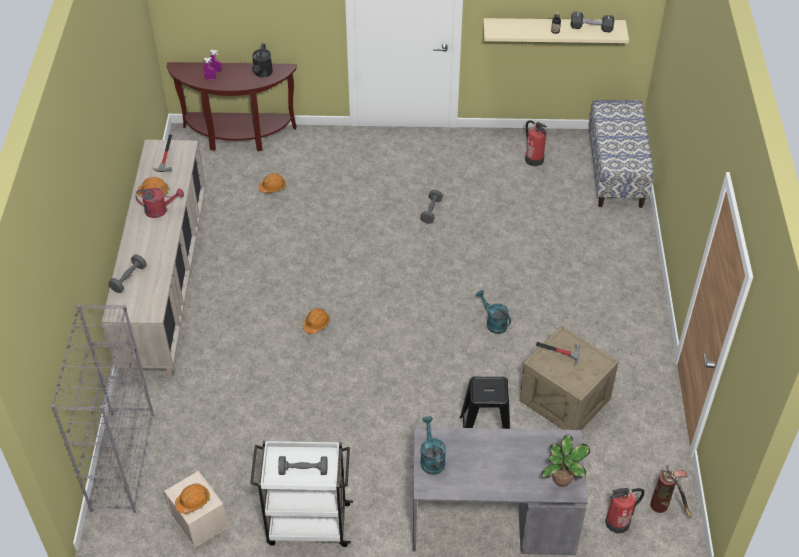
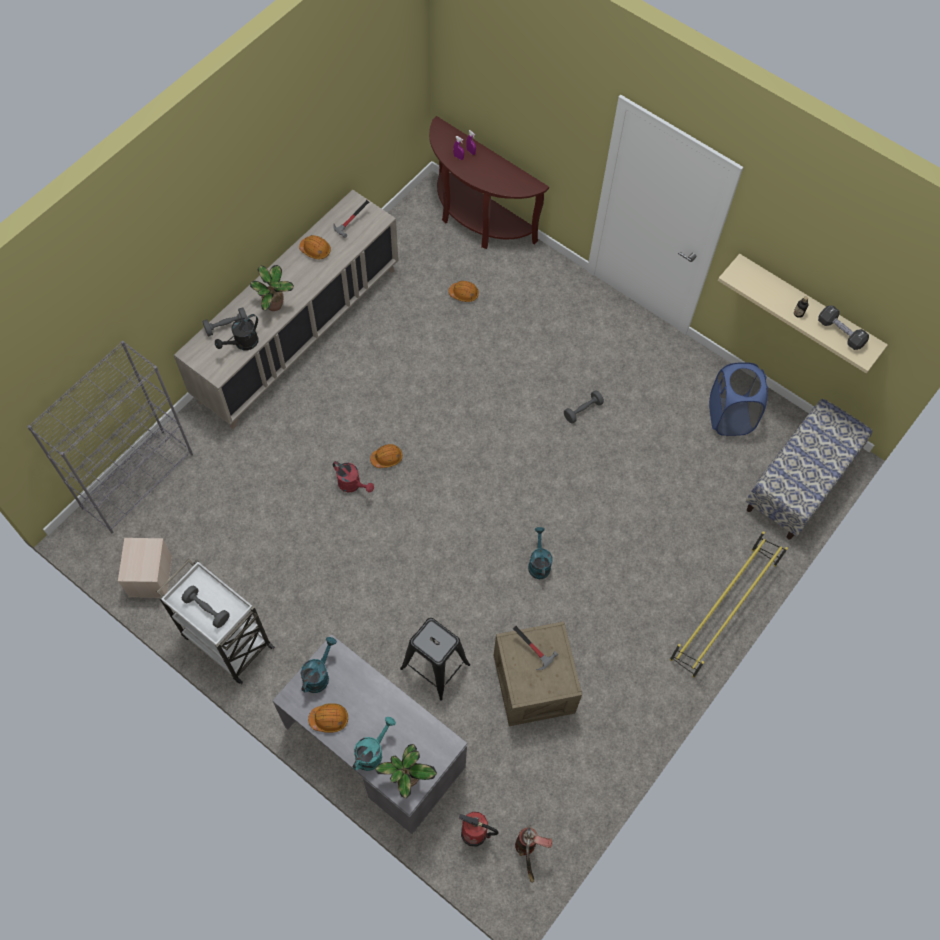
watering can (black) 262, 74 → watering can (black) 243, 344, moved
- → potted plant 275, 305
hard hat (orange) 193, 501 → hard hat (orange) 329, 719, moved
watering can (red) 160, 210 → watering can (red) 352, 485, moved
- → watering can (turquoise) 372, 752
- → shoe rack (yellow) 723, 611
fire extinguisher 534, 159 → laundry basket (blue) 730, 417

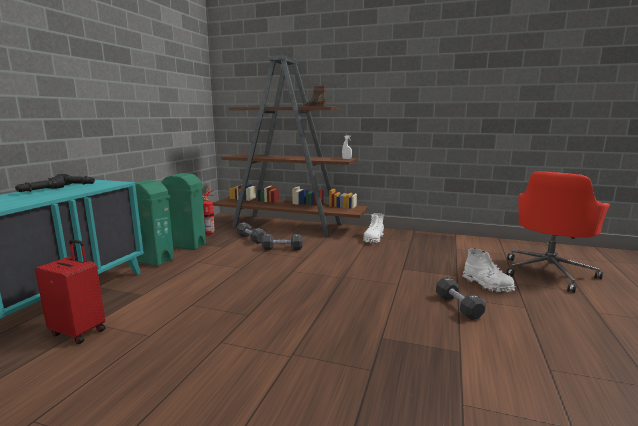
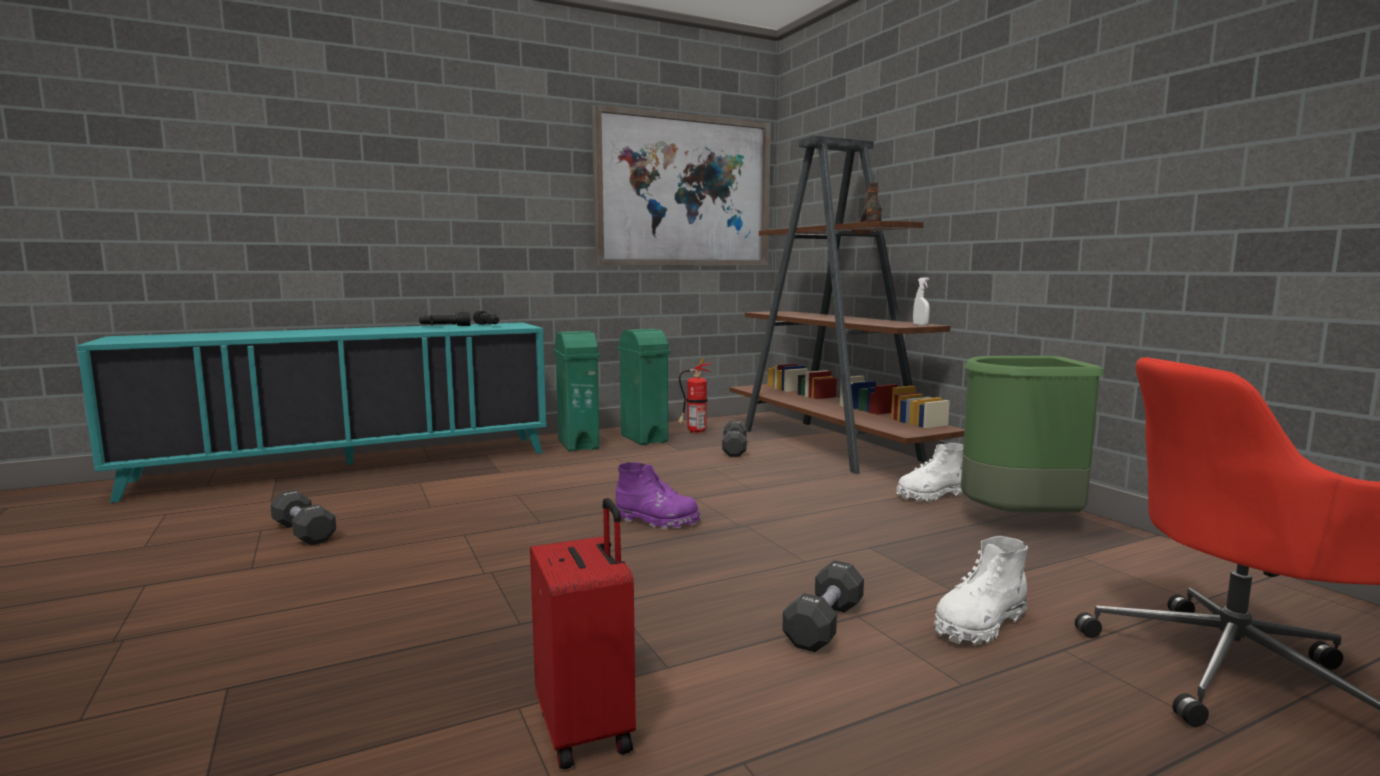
dumbbell (black) 282, 248 → dumbbell (black) 304, 532, moved
suitcase (red) 79, 332 → suitcase (red) 587, 729, moved
- → picture 683, 191
- → boot (purple) 656, 521
boot (white) 487, 285 → boot (white) 979, 624, 45 degrees clockwise
- → trash can (green) 1019, 522

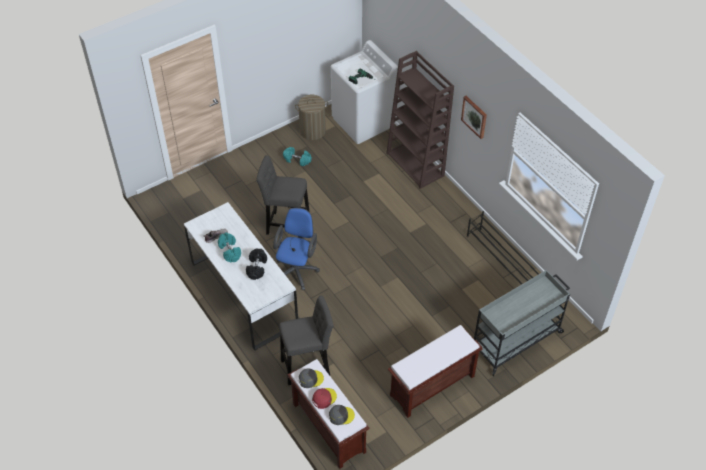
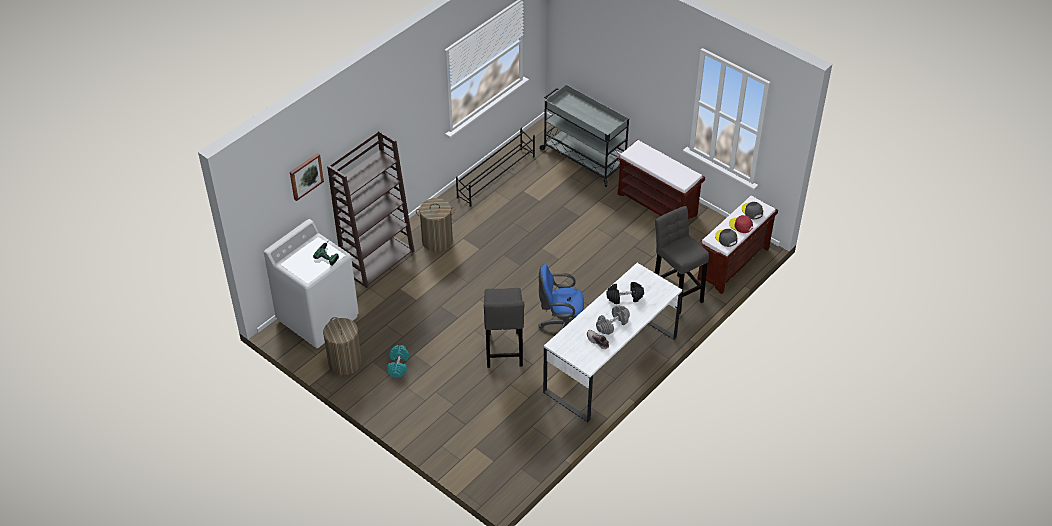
picture 474, 116 → picture 305, 176, moved
- → laundry basket 437, 241
dumbbell (turquoise) 230, 251 → dumbbell (grey) 612, 324

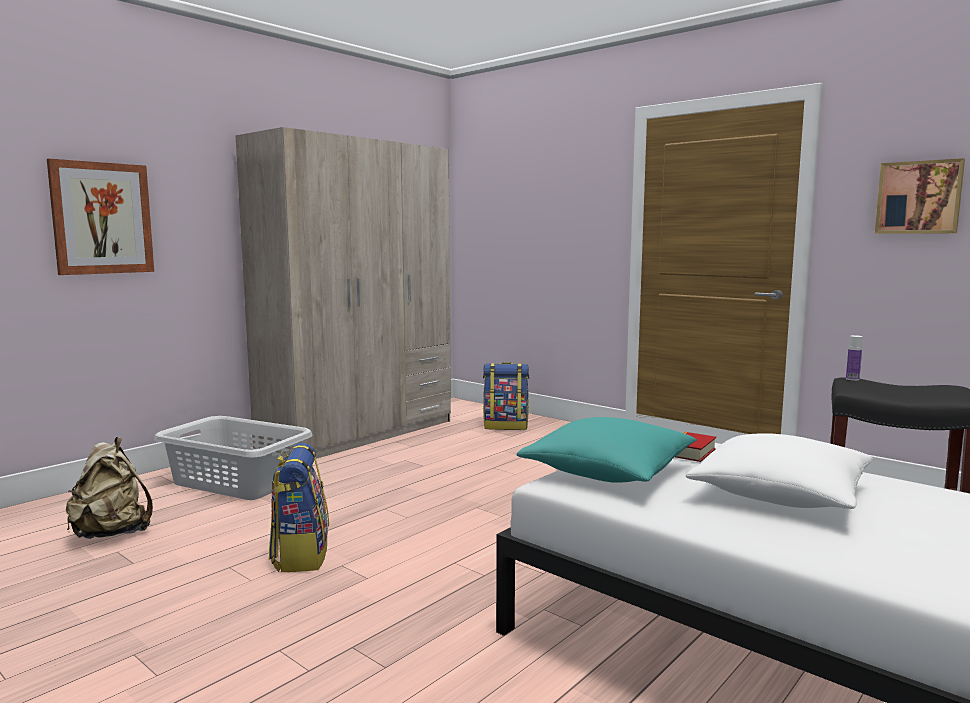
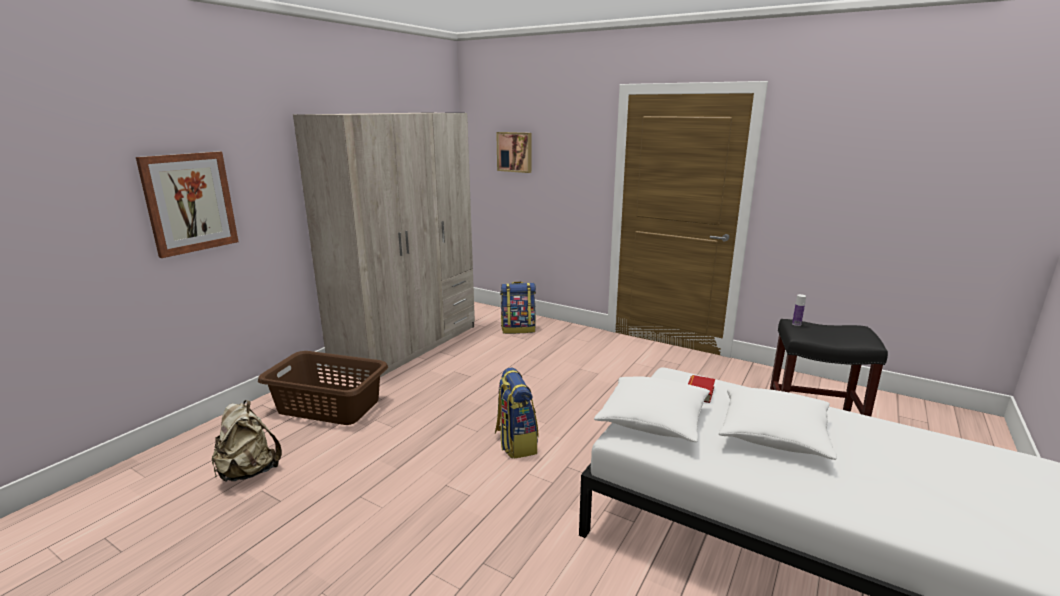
laundry basket (grey) 237, 481 → laundry basket (brown) 329, 406
backpack 300, 555 → backpack 515, 443, moved
picture 919, 197 → picture 515, 152, moved
pillow (turquoise) 608, 472 → pillow (white) 653, 421

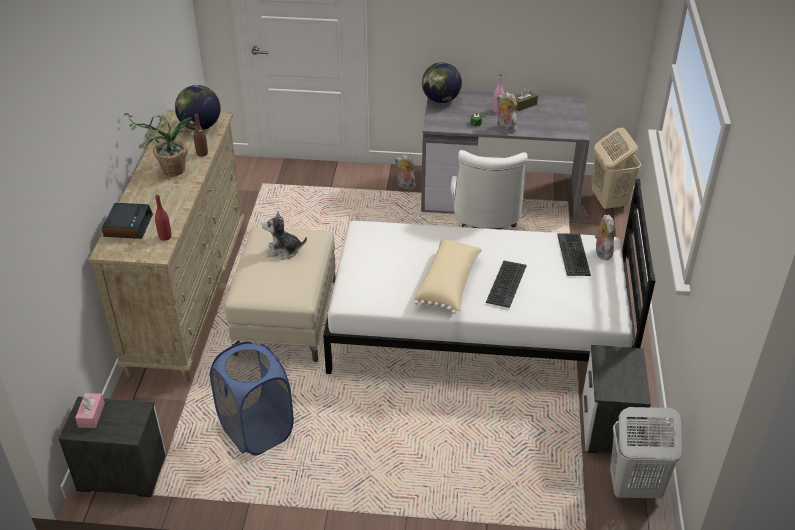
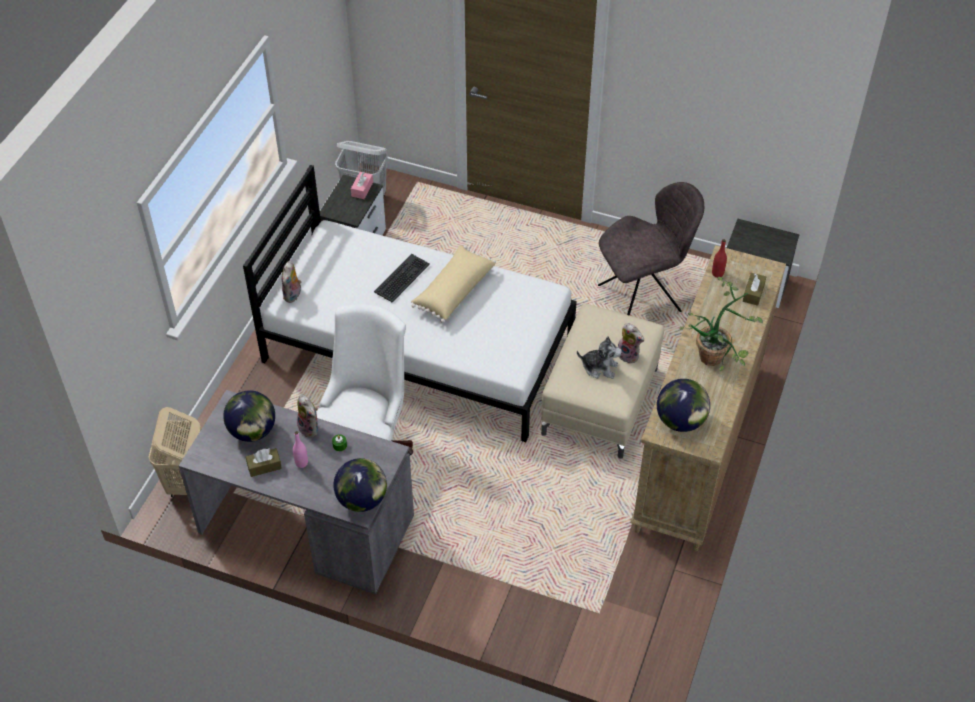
- → globe 252, 431
tissue box (pink) 91, 415 → tissue box (pink) 362, 189, moved
laundry basket (blue) 256, 430 → chair (grey) 642, 297
plush toy 405, 186 → plush toy 629, 355, moved
alarm clock 128, 225 → tissue box (brown) 753, 293
bottle (brown) 202, 153 → -
keyboard 574, 255 → -

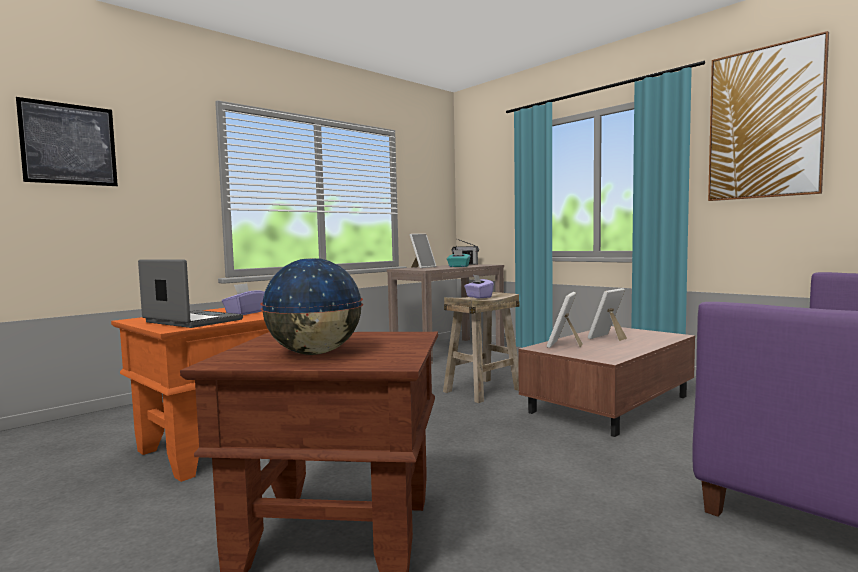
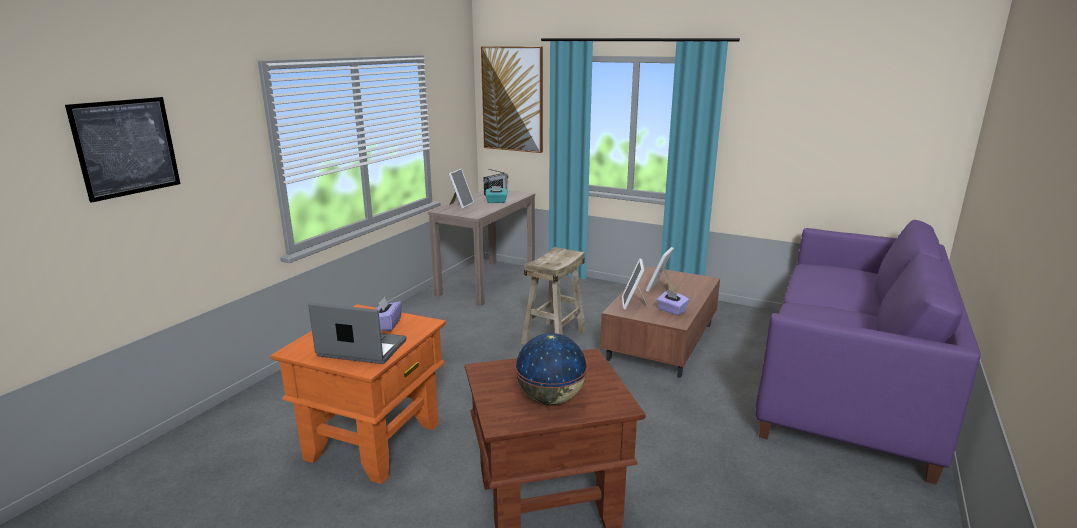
picture 764, 123 → picture 512, 99, moved
tissue box (purple) 478, 297 → tissue box (purple) 671, 311, moved

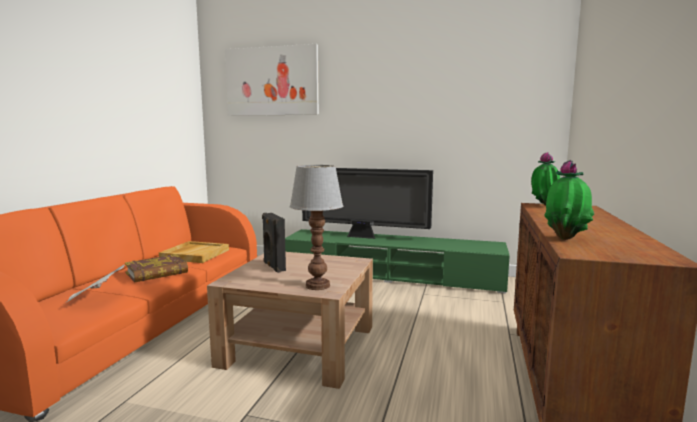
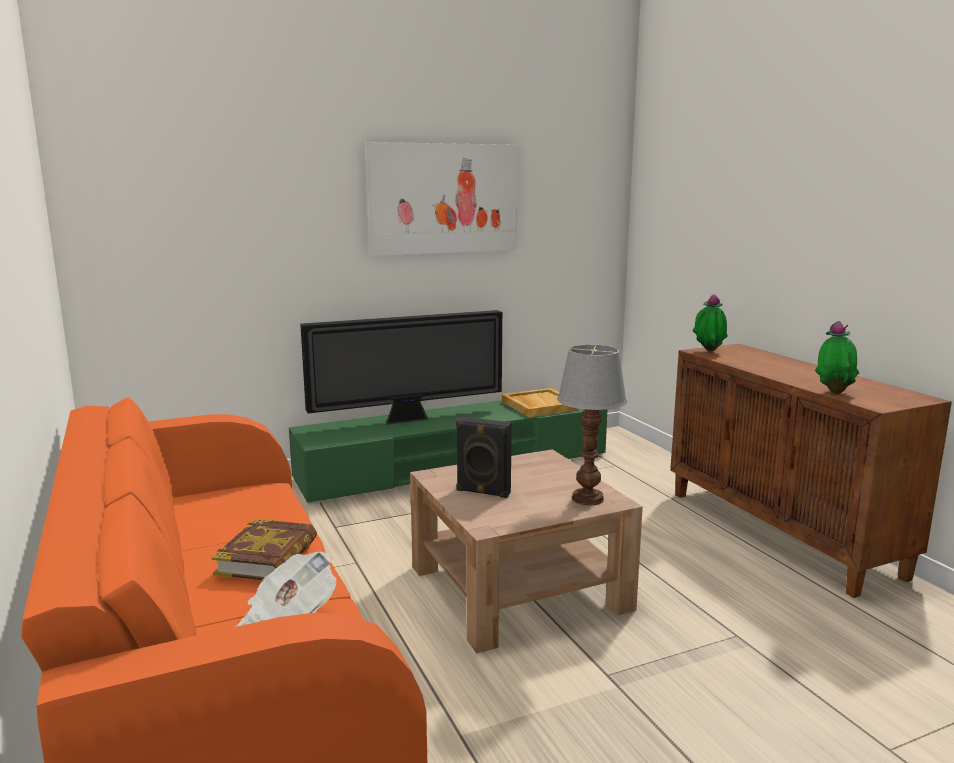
picture 272, 81 → picture 443, 198, moved
tray (beige) 195, 254 → tray (beige) 539, 405, moved

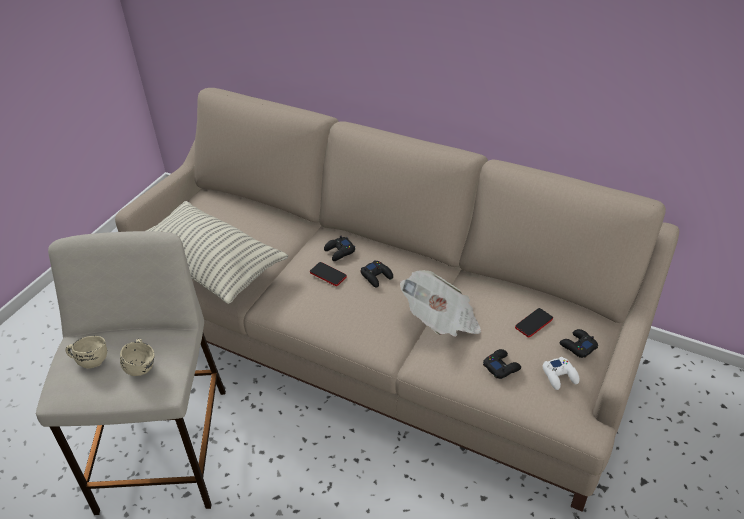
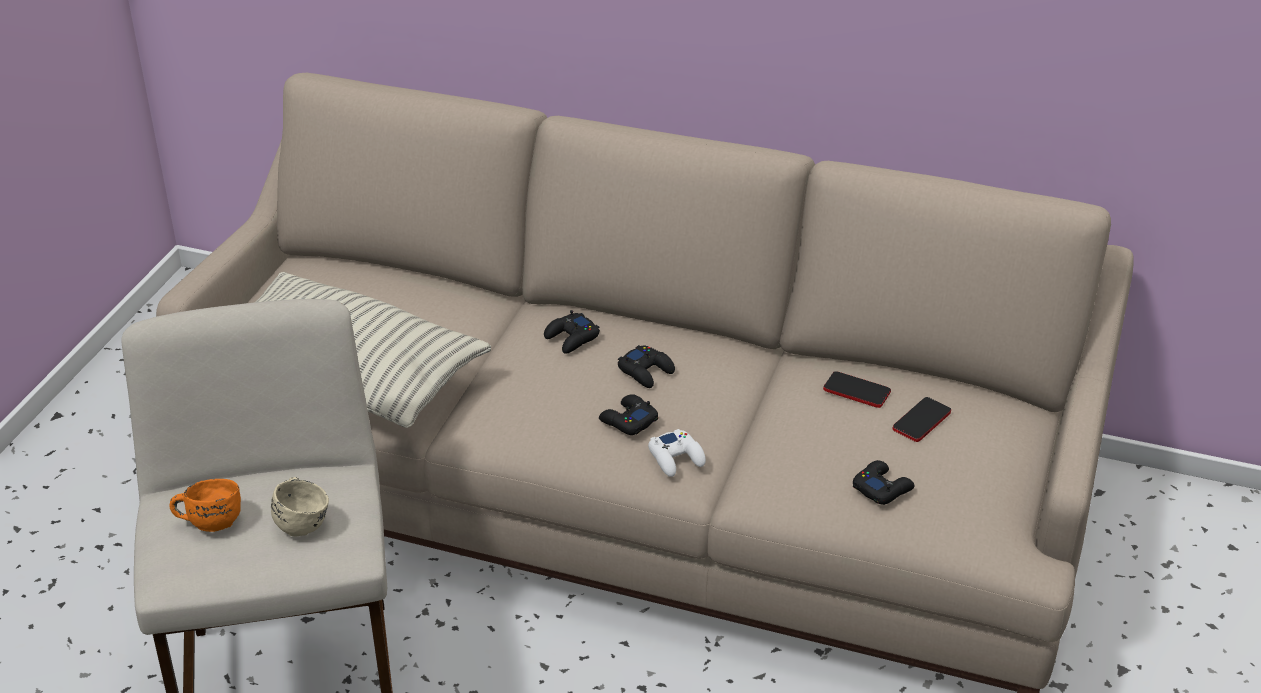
mug (beige) 90, 360 → mug (orange) 209, 521
game controller (black) 577, 346 → game controller (black) 628, 421, moved
game controller (white) 560, 376 → game controller (white) 676, 458, moved
phone 328, 274 → phone 856, 391, moved
newspaper 441, 320 → -

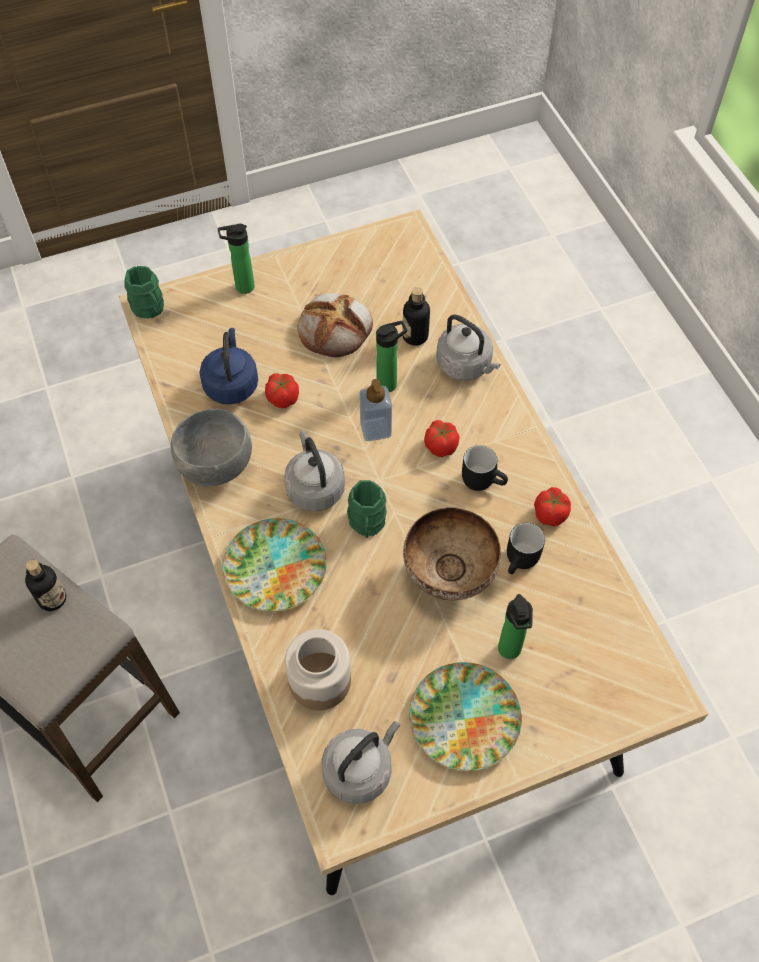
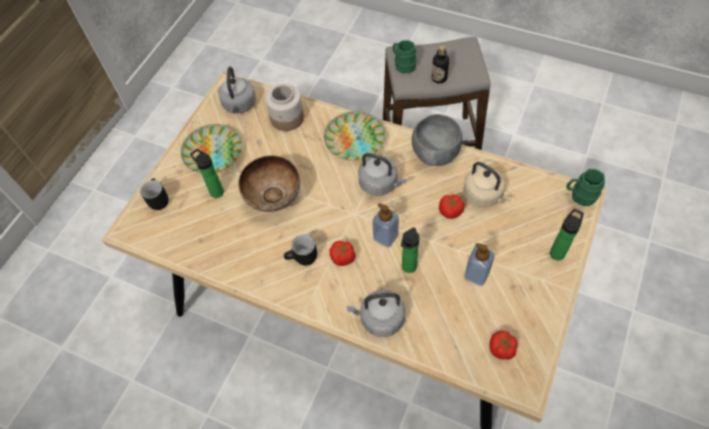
mug (black) 522, 561 → mug (black) 157, 199, moved
mug (green) 367, 524 → mug (green) 403, 64, moved
kettle (blue) 231, 384 → kettle (beige) 484, 196
bread 335, 328 → soap dispenser 476, 274
tomato 550, 513 → tomato 502, 349, moved
bottle 415, 336 → -

